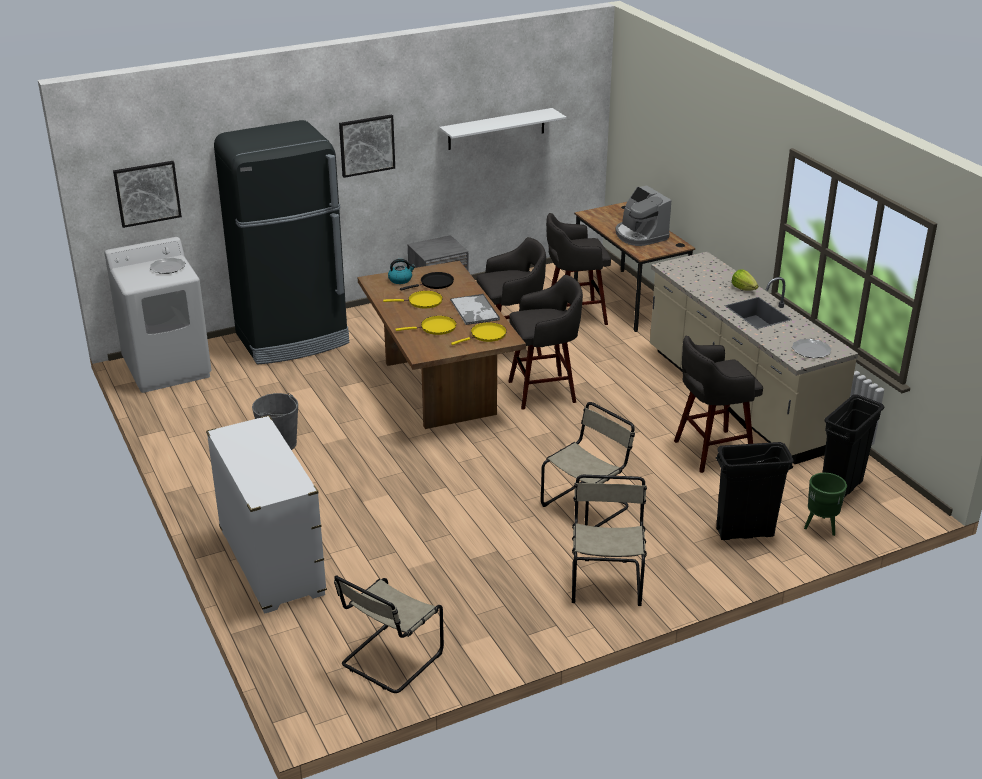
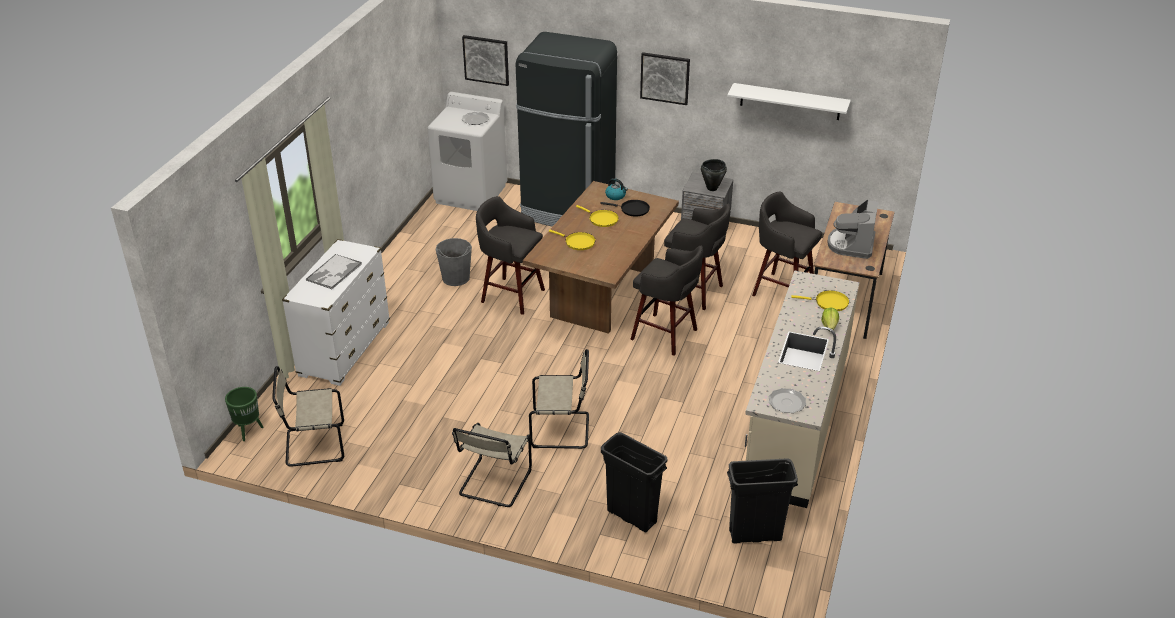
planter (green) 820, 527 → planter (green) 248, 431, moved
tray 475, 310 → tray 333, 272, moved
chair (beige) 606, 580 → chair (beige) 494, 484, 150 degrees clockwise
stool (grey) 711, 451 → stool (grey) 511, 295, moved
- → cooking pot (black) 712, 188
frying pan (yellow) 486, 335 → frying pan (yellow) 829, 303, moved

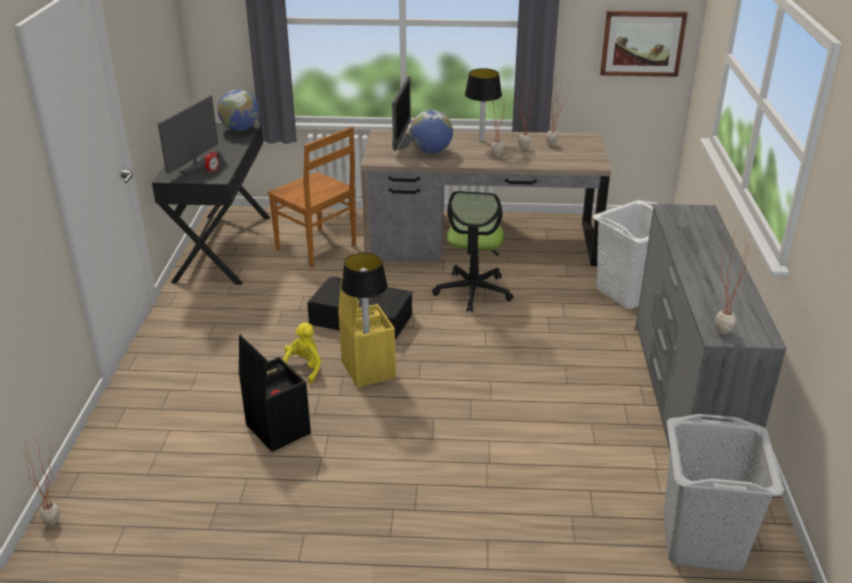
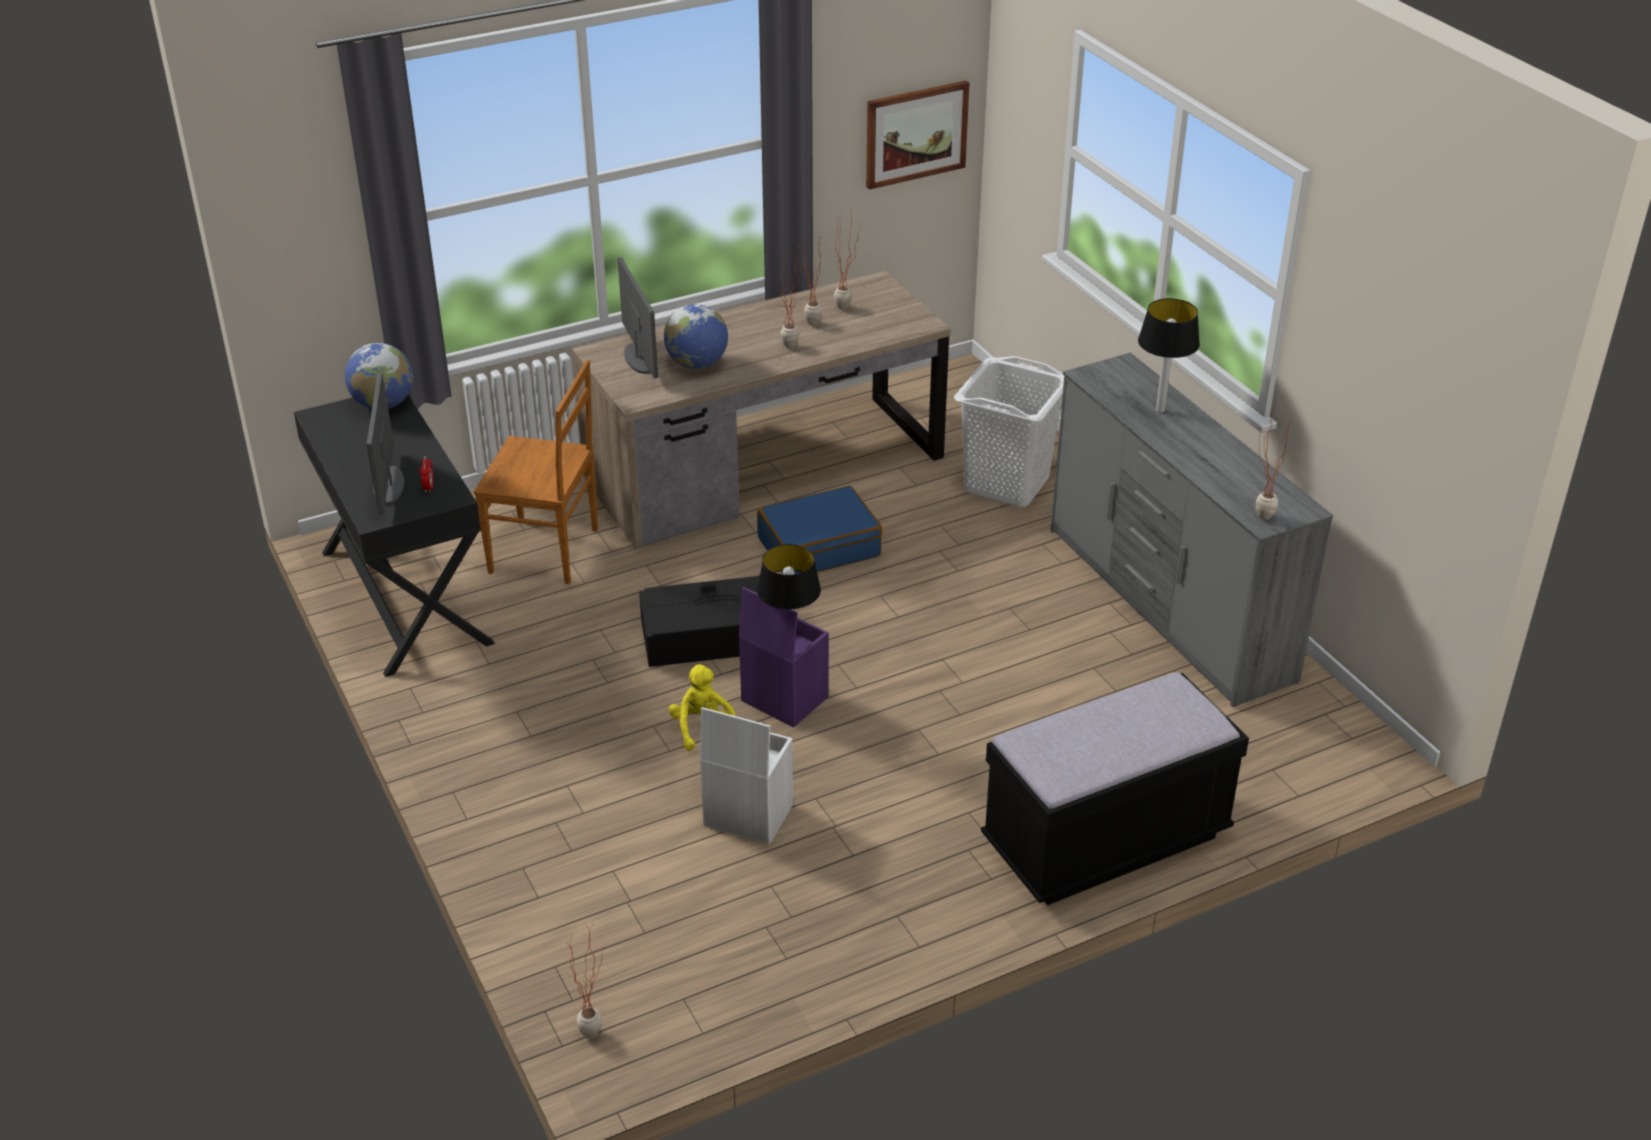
storage box (black) 276, 428 → storage box (white) 746, 815
storage box (yellow) 367, 369 → storage box (purple) 782, 699
office chair 473, 291 → suitcase (blue) 819, 546
- → bench (black) 1106, 840
table lamp 481, 140 → table lamp 1159, 410, moved
laundry basket (grey) 702, 541 → -

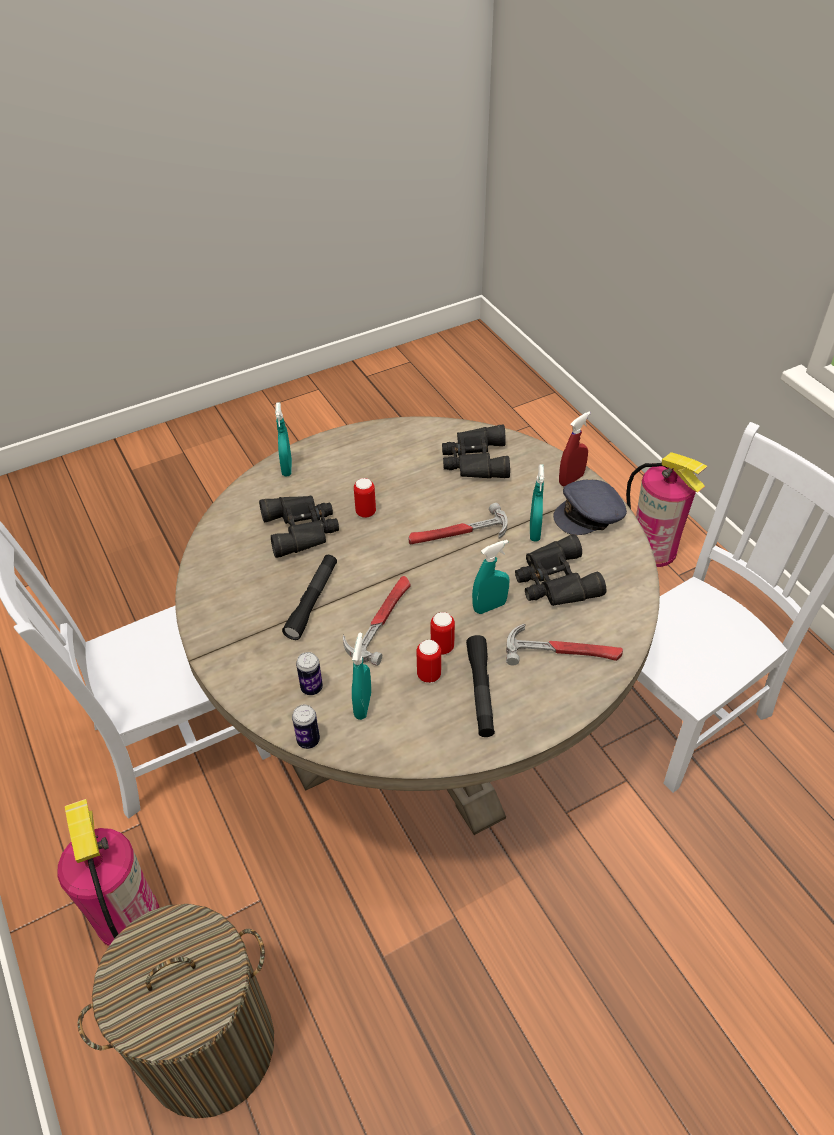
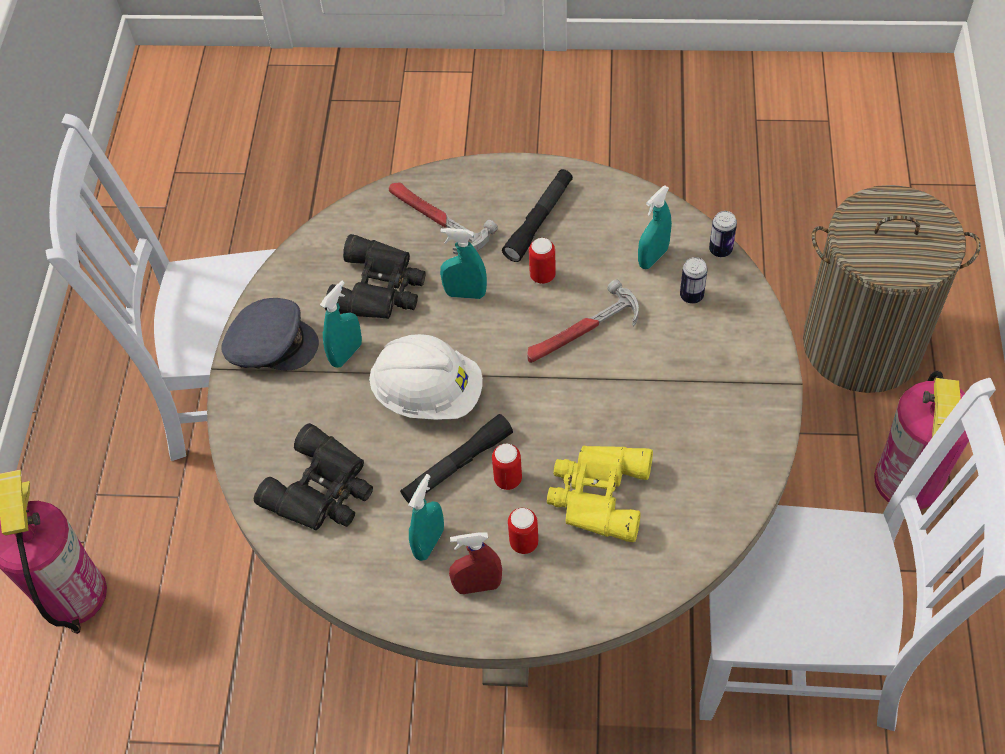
hammer 458, 534 → hard hat (white) 428, 393
flashlight (black) 312, 601 → flashlight (black) 457, 465, moved
spray bottle (turquoise) 287, 468 → spray bottle (turquoise) 429, 543, moved
spray bottle (red) 571, 479 → spray bottle (red) 477, 586, moved
can 429, 675 → can 524, 543, moved
binoculars (black) 302, 529 → binoculars (yellow) 597, 494

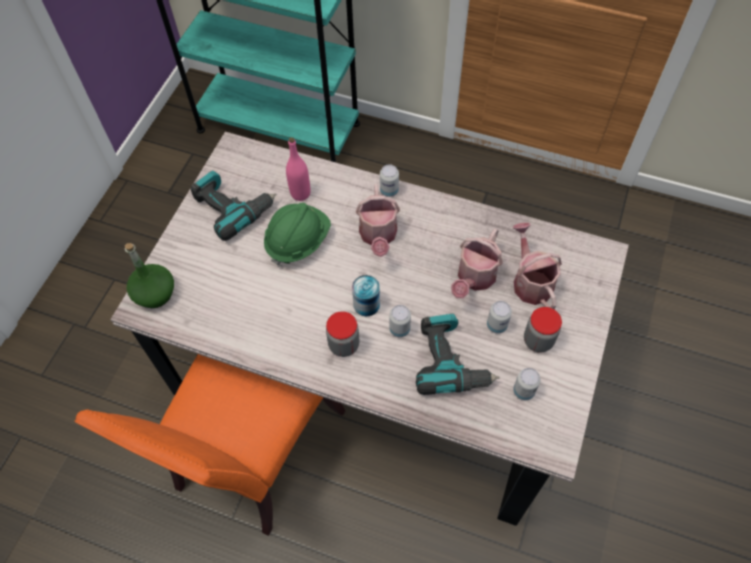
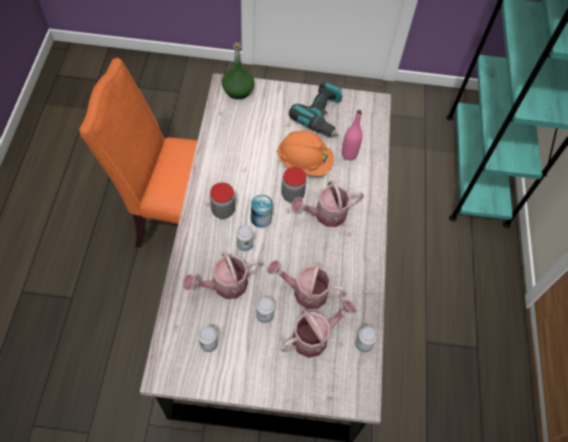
power drill 450, 360 → watering can 225, 285
hard hat (green) 298, 241 → hard hat (orange) 304, 162
jar 538, 340 → jar 292, 195, moved
can 389, 191 → can 363, 344, moved

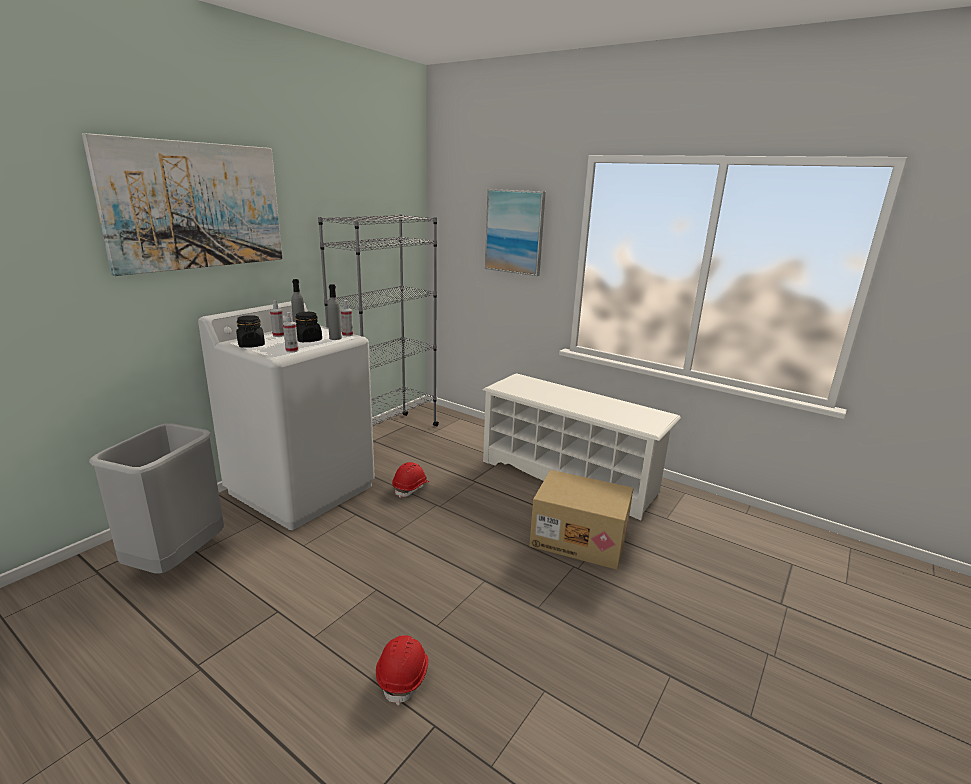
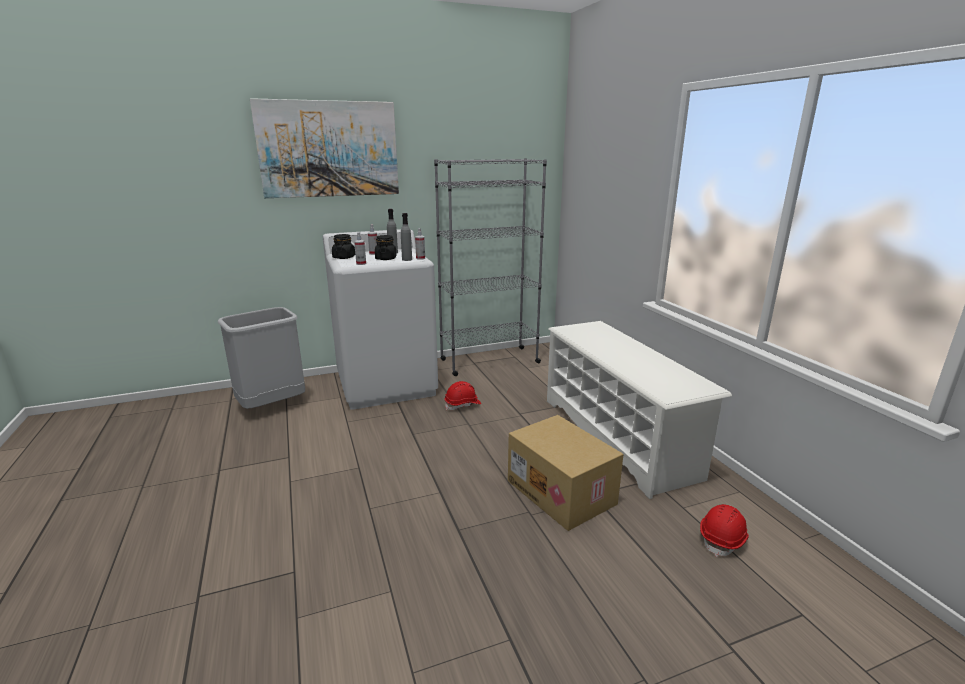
hard hat (red) 403, 675 → hard hat (red) 723, 539, moved
picture 515, 232 → -

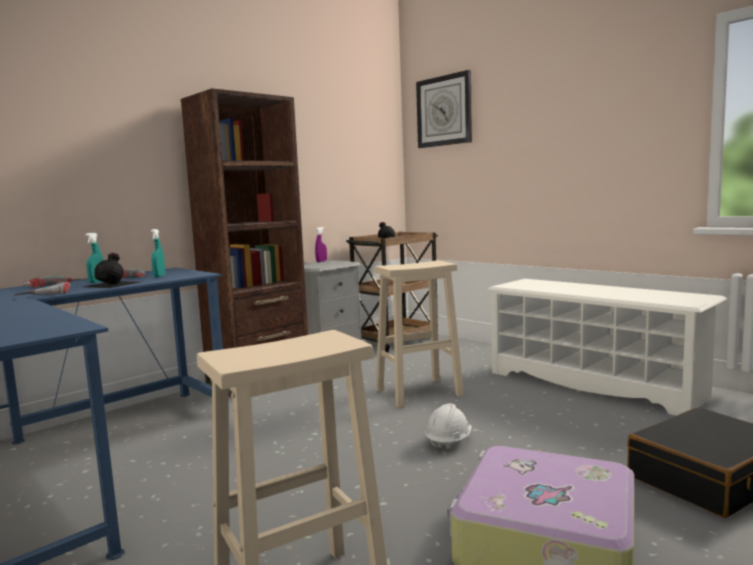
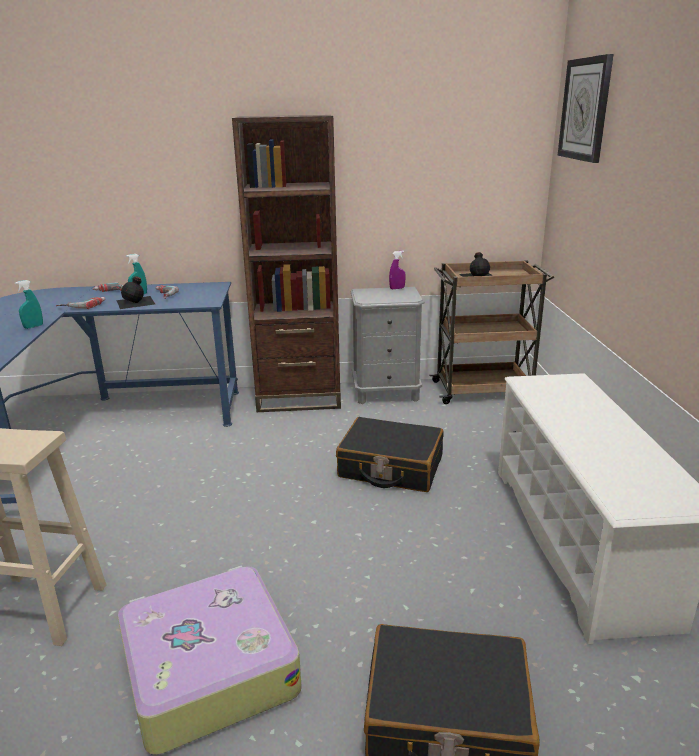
spray bottle (turquoise) 159, 276 → spray bottle (turquoise) 33, 326, moved
stool (beige) 420, 392 → suitcase (black) 390, 467
hard hat (white) 448, 442 → -

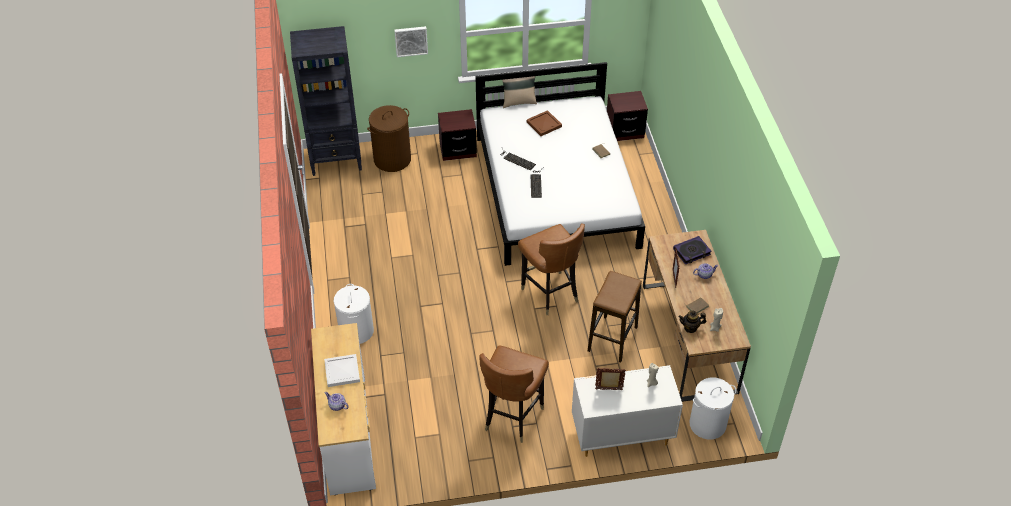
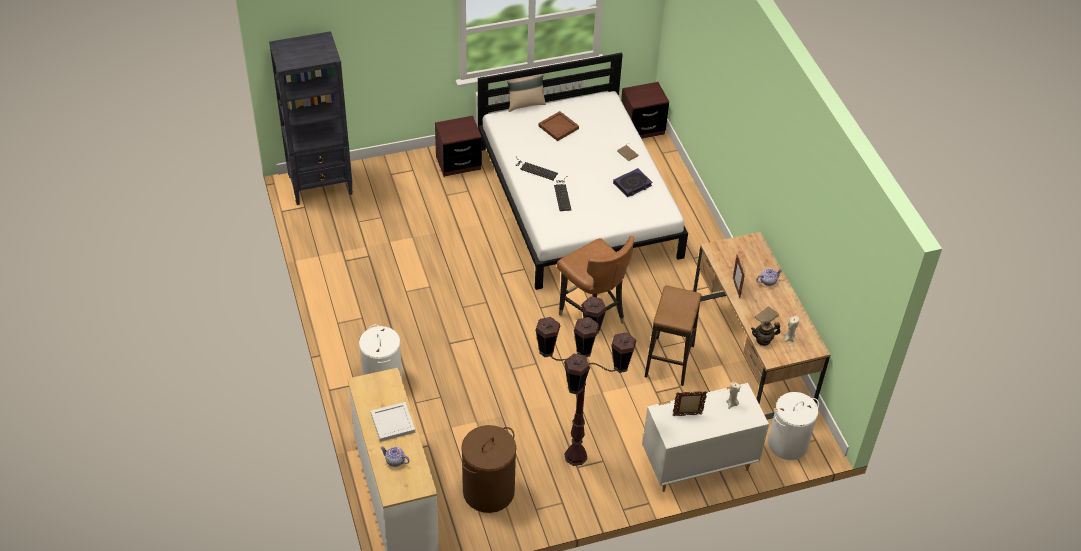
laundry basket (brown) 392, 159 → laundry basket (brown) 488, 491, moved
chair (brown) 512, 416 → floor lamp (brown) 575, 456
book 692, 252 → book 632, 185, moved
picture 411, 40 → -

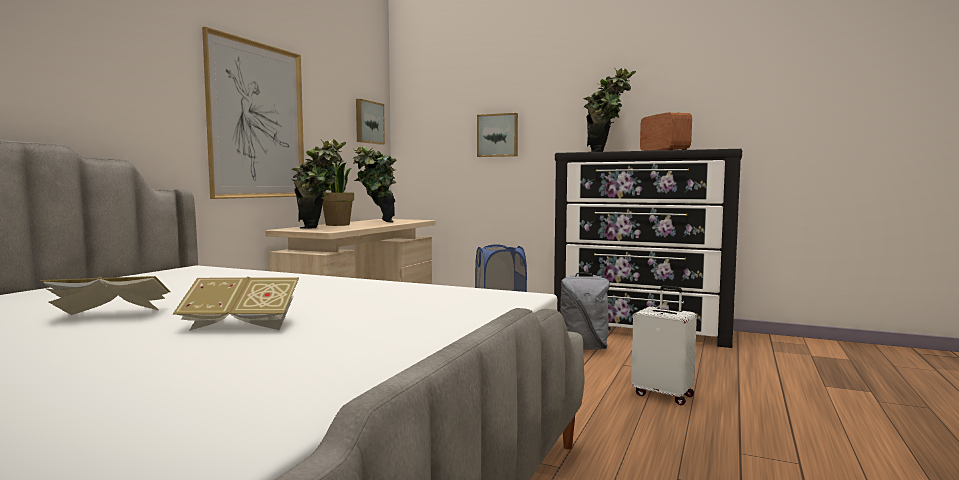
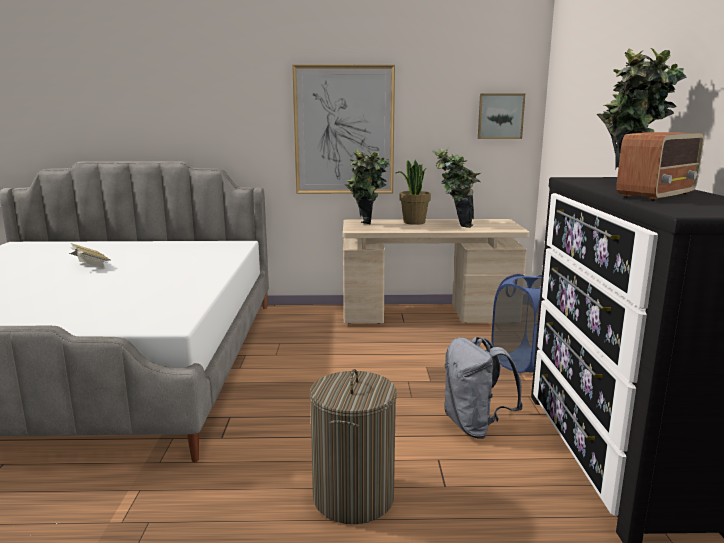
suitcase (white) 663, 395 → laundry basket 353, 497
book 241, 325 → -
picture 498, 135 → -

